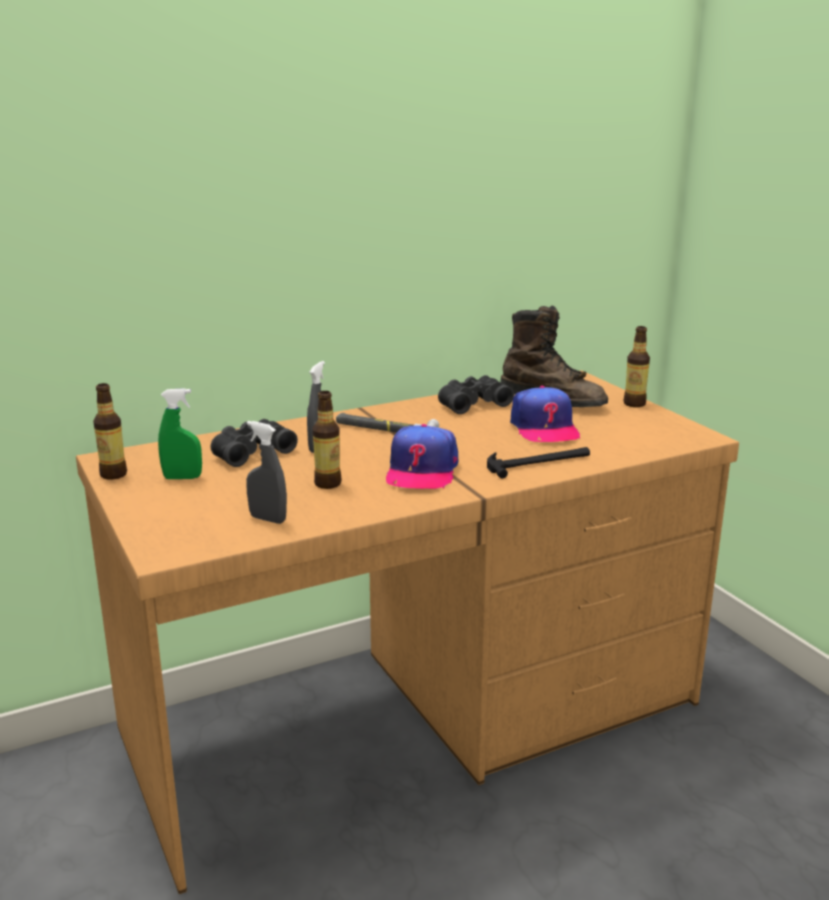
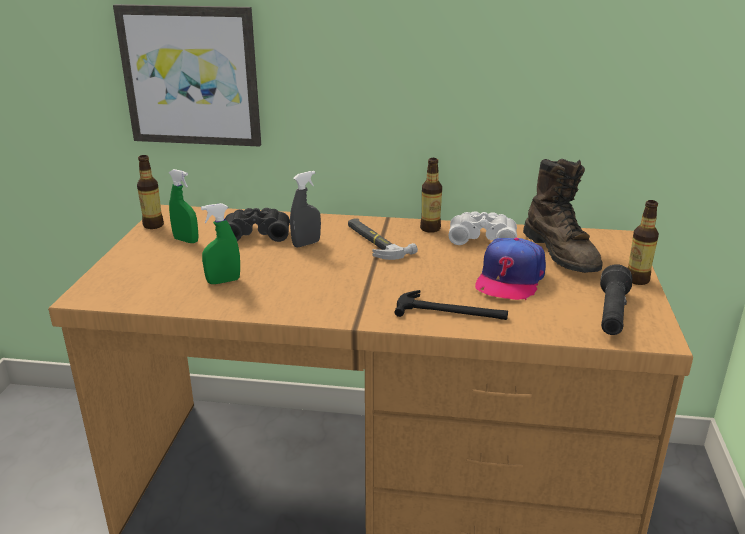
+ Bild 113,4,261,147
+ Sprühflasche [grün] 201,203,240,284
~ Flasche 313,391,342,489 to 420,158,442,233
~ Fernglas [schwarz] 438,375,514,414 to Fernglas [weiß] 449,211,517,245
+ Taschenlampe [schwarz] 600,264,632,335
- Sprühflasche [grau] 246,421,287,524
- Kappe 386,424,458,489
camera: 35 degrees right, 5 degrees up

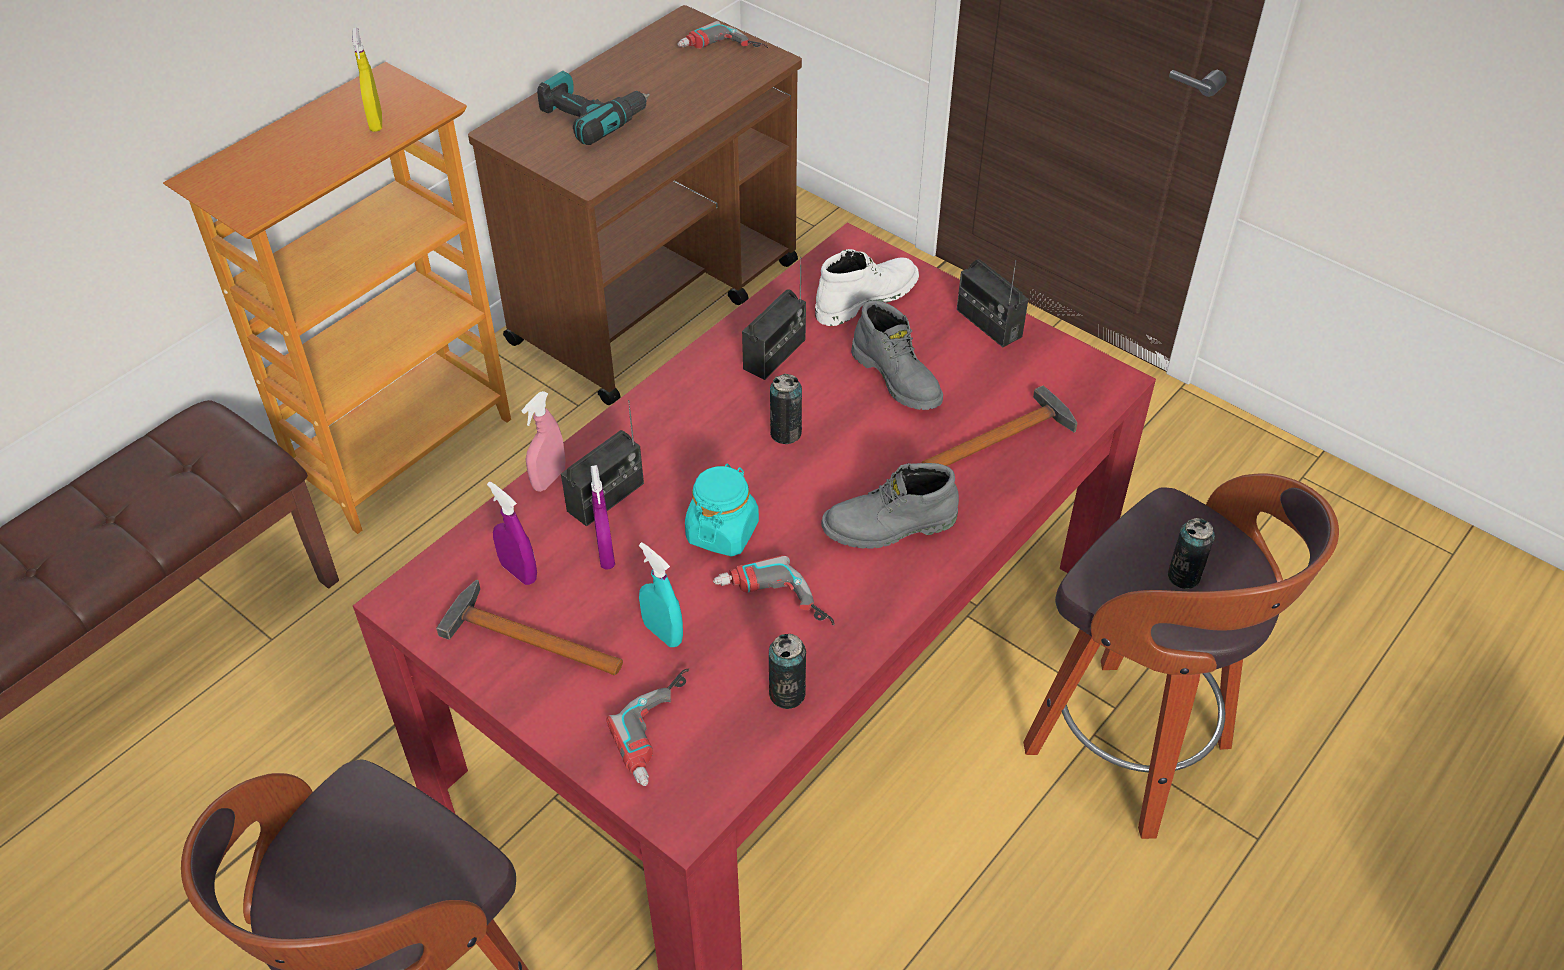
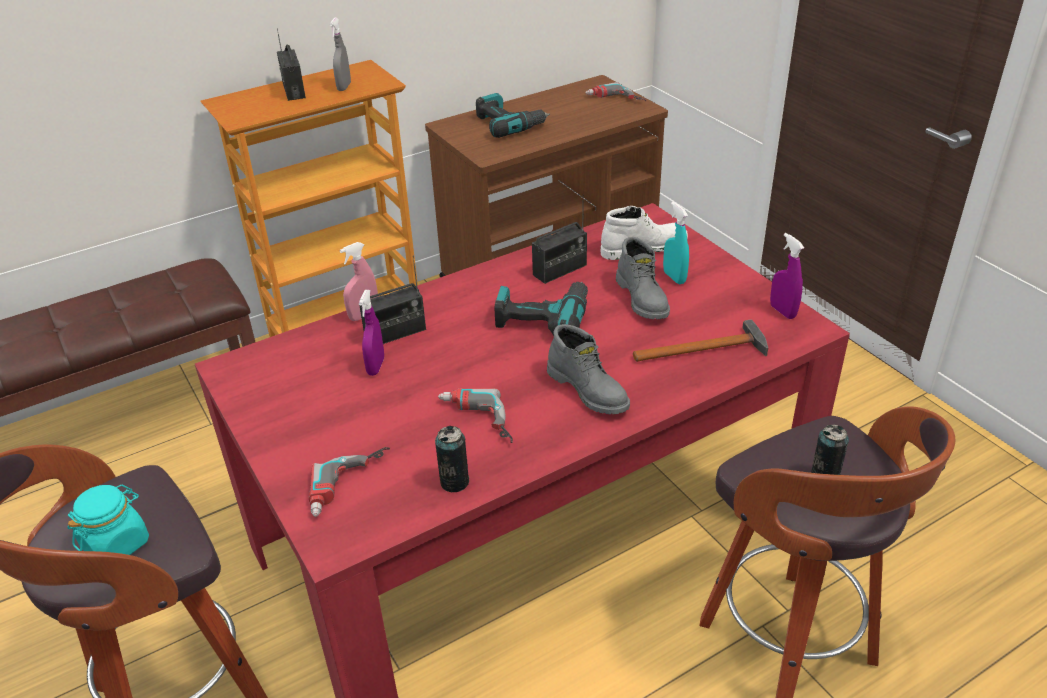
~ Vorratsglas [türkis] 685,463,759,556 to 67,485,149,555
~ Radio 957,259,1028,347 to 277,29,306,101
~ Sprühflasche [gelb] 352,28,382,132 to Sprühflasche [grau] 330,18,351,91
~ Dose 770,373,802,444 to Bohrmaschine 495,282,588,336
~ Stiefel [grau] 821,463,959,549 = 547,324,630,414 135 degrees counterclockwise
~ Sprühflasche [türkis] 639,542,683,647 to 663,202,689,284
~ Sprühflasche [lila] 487,481,537,585 to 770,233,804,319
- Hammer 436,579,623,675
camera: 20 degrees right, 10 degrees down

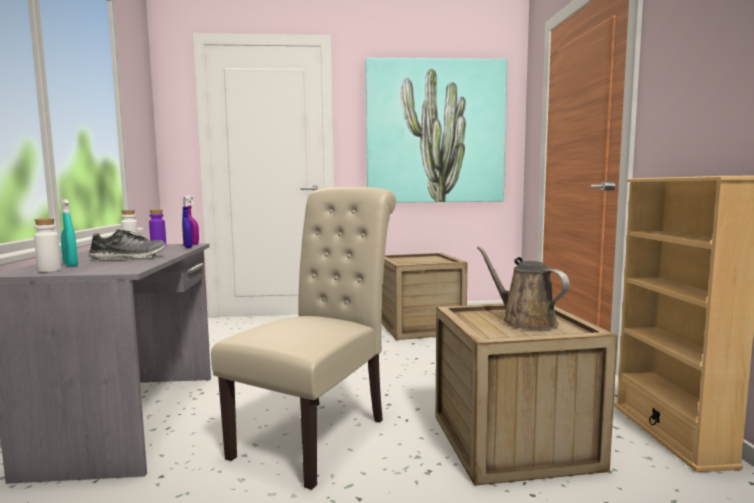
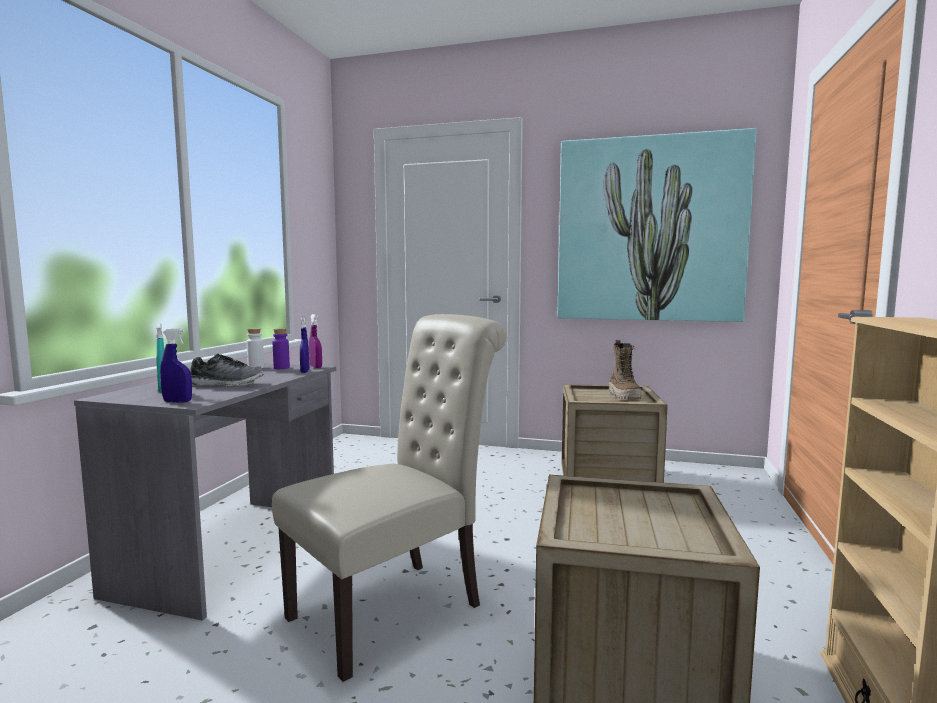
+ Sprühflasche [blau] 160,329,192,403
+ Stiefel 609,340,641,399
- Flasche [weiß] 34,218,61,272
- Gießkanne [braun] 477,246,570,330
camera: 20 degrees right, 0 degrees up

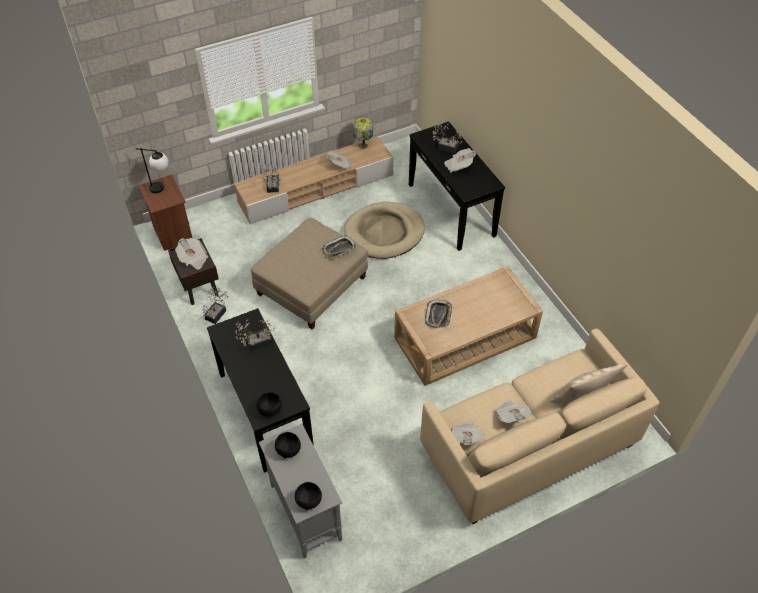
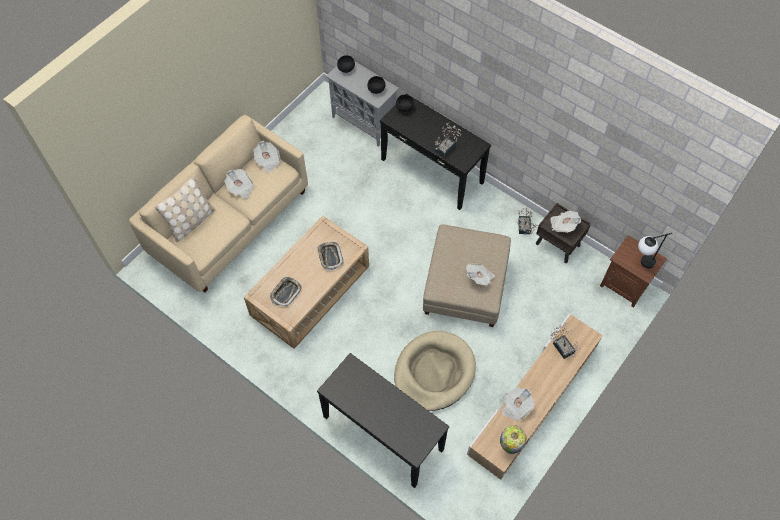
~ Tablett 322,235,357,259 to 270,277,301,307
~ Zeitung 444,148,476,172 to 466,264,495,286
- Topfpflanze 433,120,463,154
camera: 155 degrees right, 10 degrees up

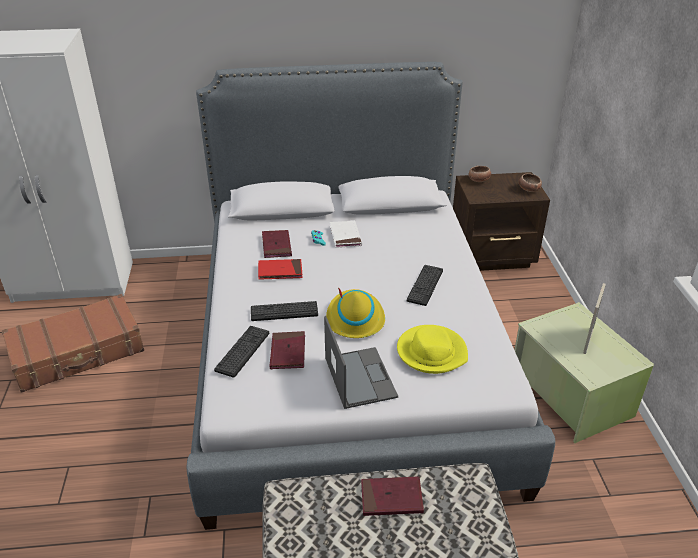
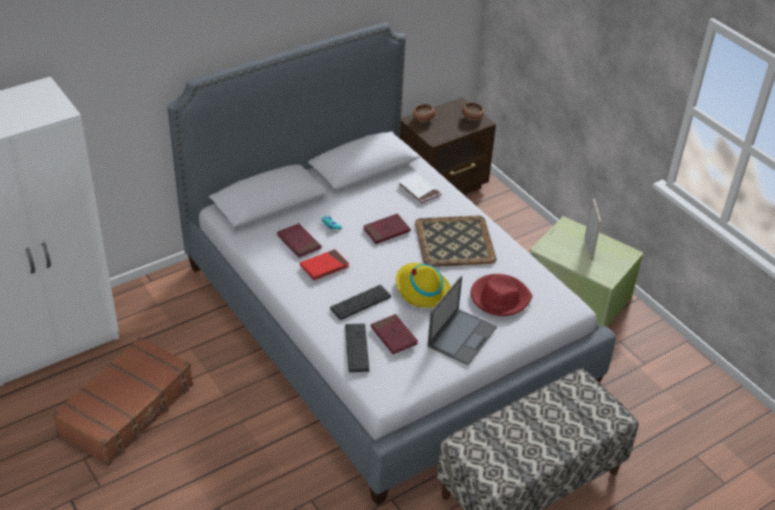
~ Buch [rot] 361,476,424,516 to 363,213,411,244
~ Buch [weiß] 330,221,362,248 to 398,173,441,204
~ Tastatur 407,265,443,306 to Tablett 415,216,497,267
~ Laptop 324,316,398,409 = 427,276,497,365 75 degrees clockwise
~ Hut [gelb] 397,325,468,374 to Hut [rot] 471,274,532,316
camera: 30 degrees left, 5 degrees up

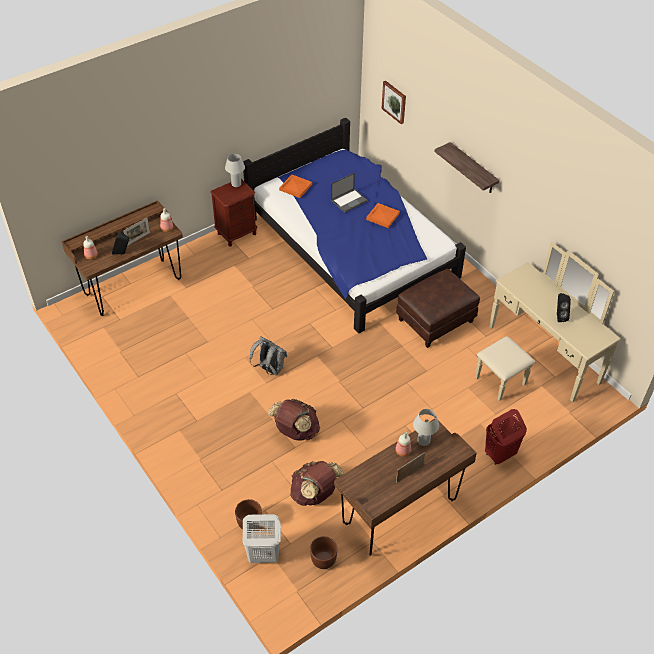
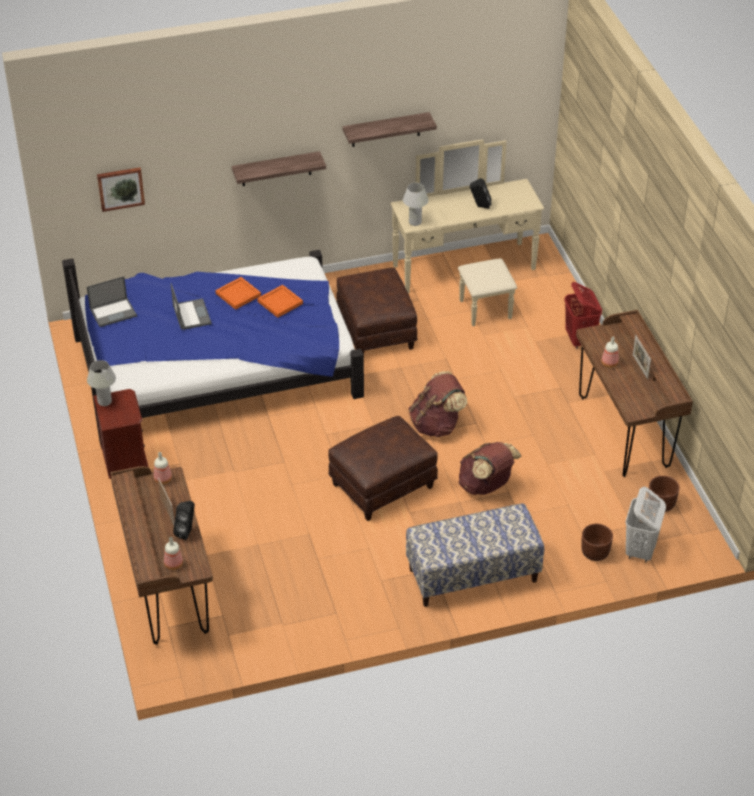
+ Laptop 87,276,137,327
~ Tablett [orange] 279,174,312,198 to 257,285,303,318
~ Rucksack [grau] 250,337,287,375 to Polsterhocker [braun] 328,416,438,521
+ Wandregal 342,112,437,147
~ Tischlampe [weiß] 413,409,439,446 to 403,183,429,226
+ Bank 406,503,544,607
~ Rucksack [braun] 290,461,344,506 to 408,371,467,437
camera: 70 degrees left, 5 degrees down

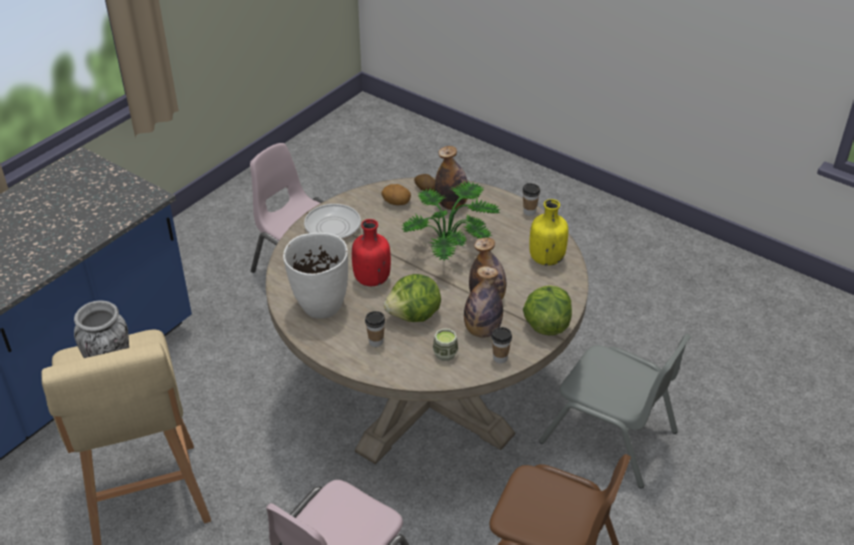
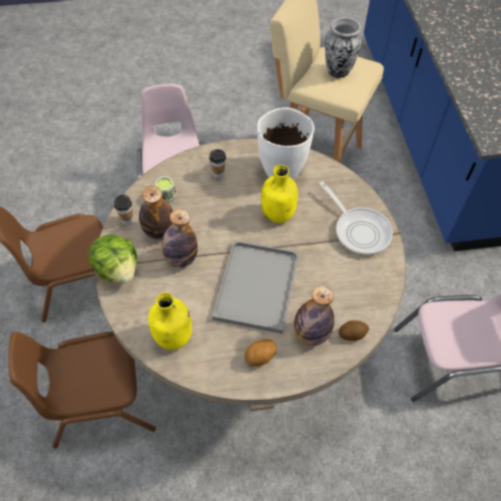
~ Stuhl [grau] 539,334,691,488 to Stuhl [braun] 8,332,156,449
~ Topfpflanze 401,181,500,261 to Tablett [grau] 212,240,299,334
~ Kartoffel 381,184,411,205 to 244,339,277,366
~ Flasche [rot] 352,219,391,286 to Flasche [gelb] 261,165,298,223
- Salatkopf 384,274,441,322
- Tasse 522,183,540,216
camera: 135 degrees right, 15 degrees up

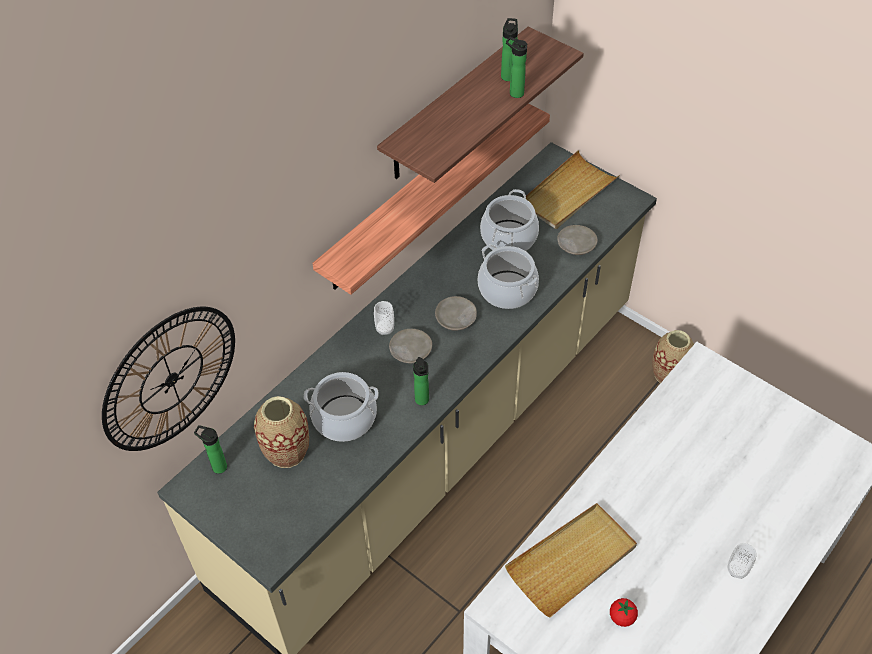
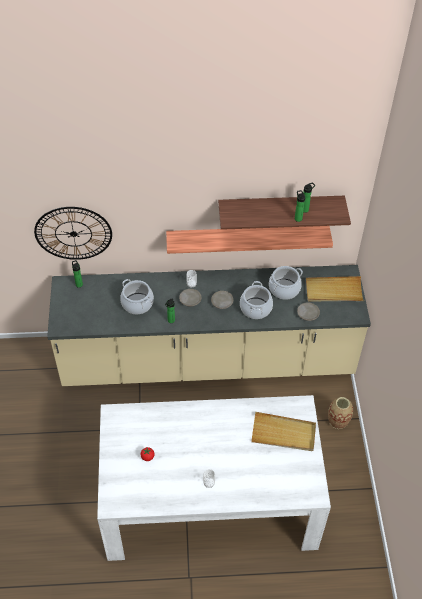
~ Tablett [beige] 505,503,637,617 to 251,412,316,451
- Vase 254,396,309,468
camera: 45 degrees right, 0 degrees up

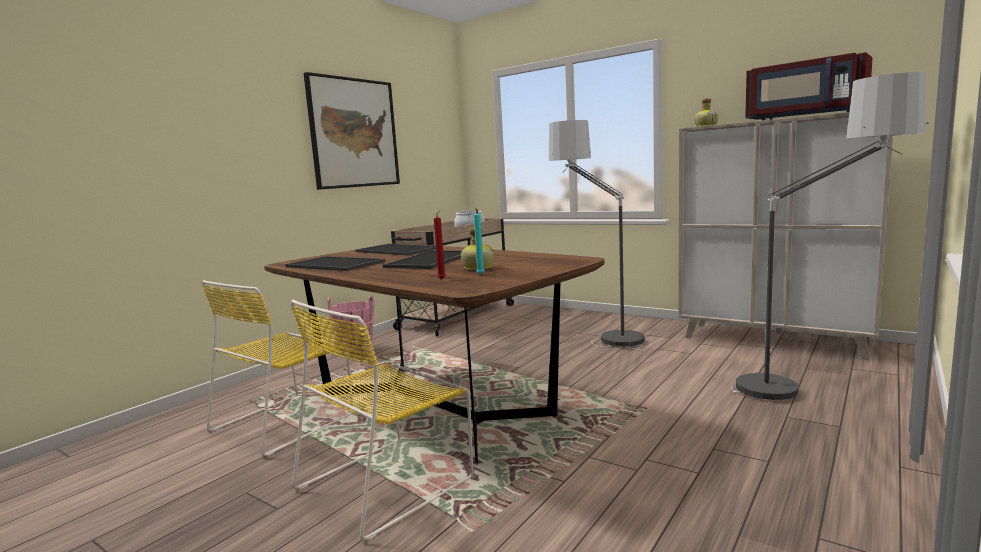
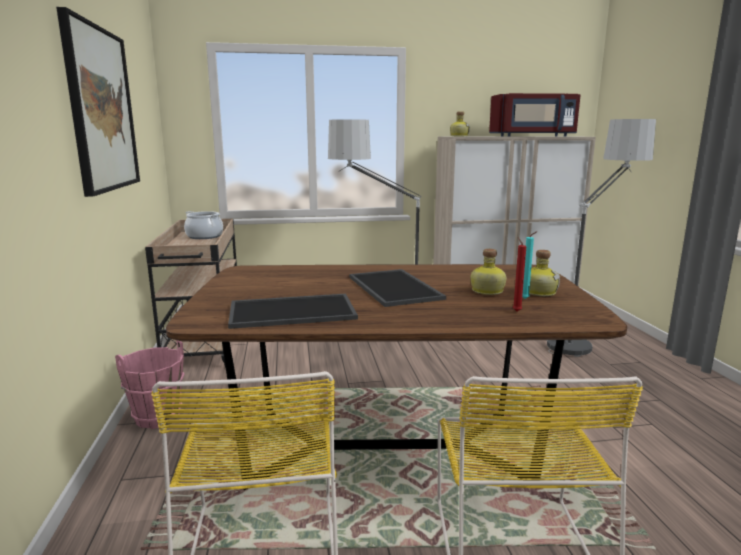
+ Flasche 529,250,560,296
- Tablett 356,243,436,256
camera: 45 degrees left, 5 degrees up

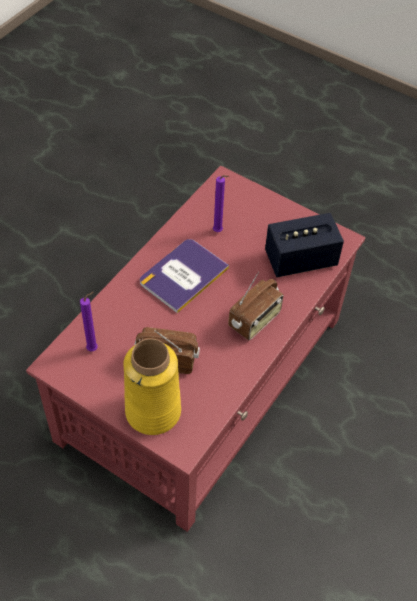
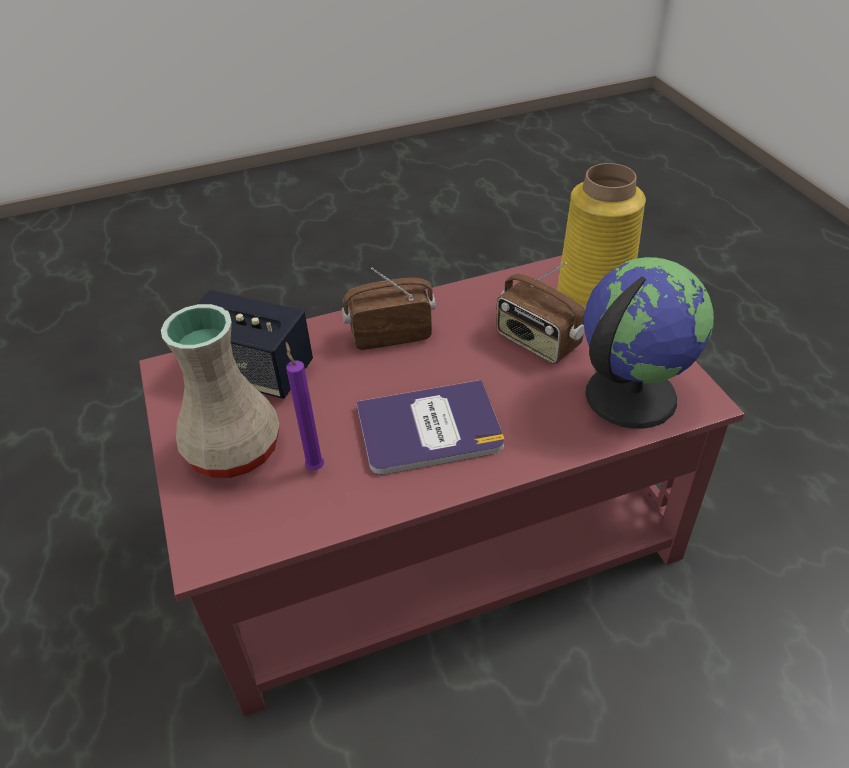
+ Vase [beige] 161,304,280,478
~ Kerze [lila] 80,292,98,352 to Globus 584,257,714,429
camera: 140 degrees left, 10 degrees down

